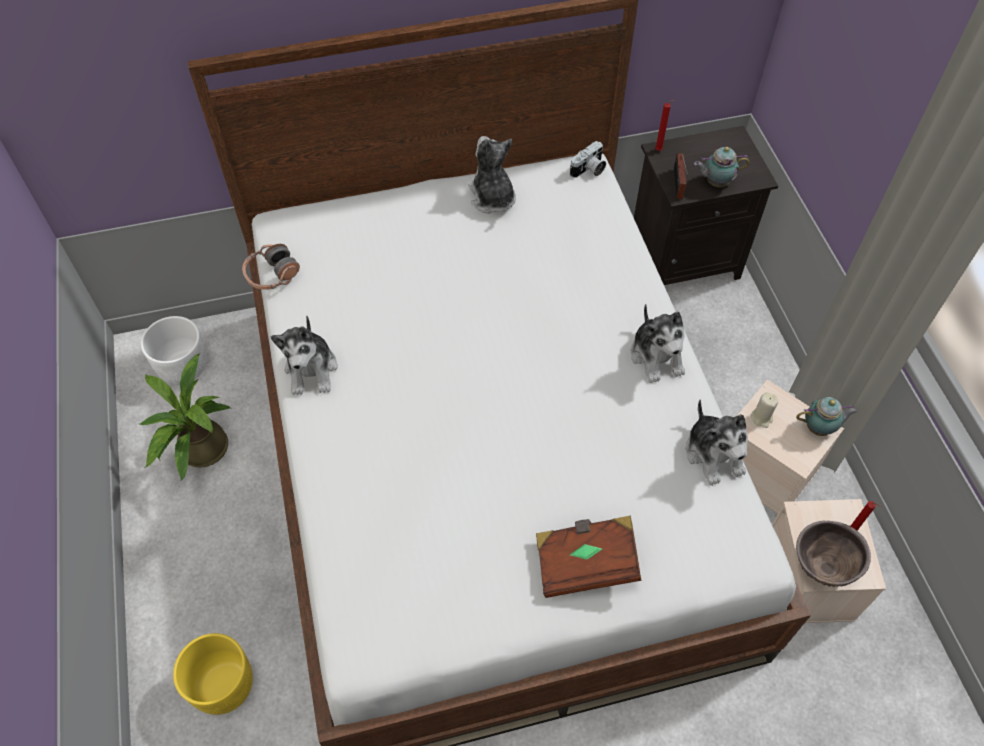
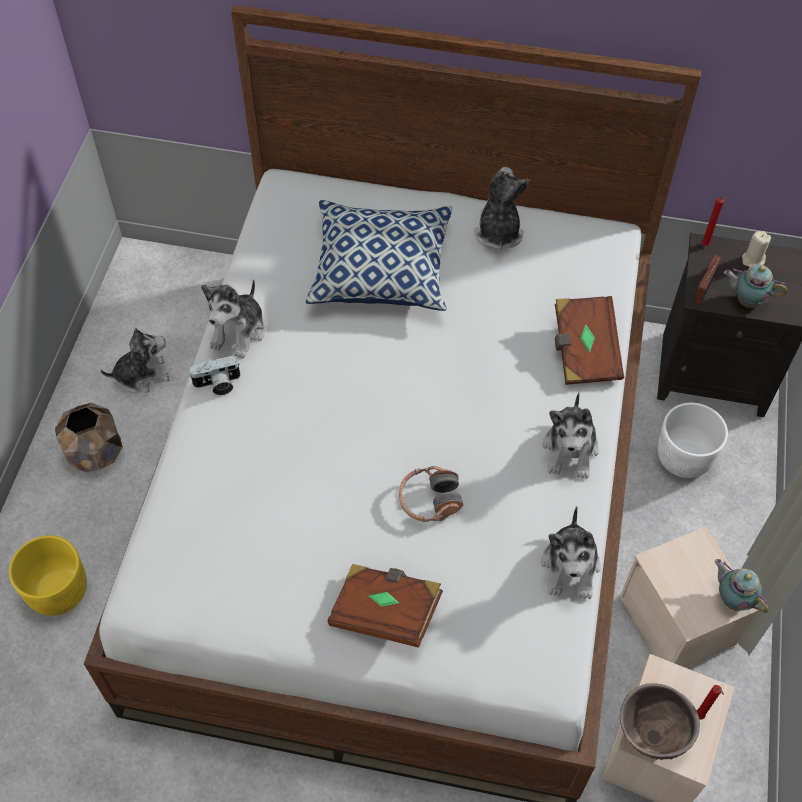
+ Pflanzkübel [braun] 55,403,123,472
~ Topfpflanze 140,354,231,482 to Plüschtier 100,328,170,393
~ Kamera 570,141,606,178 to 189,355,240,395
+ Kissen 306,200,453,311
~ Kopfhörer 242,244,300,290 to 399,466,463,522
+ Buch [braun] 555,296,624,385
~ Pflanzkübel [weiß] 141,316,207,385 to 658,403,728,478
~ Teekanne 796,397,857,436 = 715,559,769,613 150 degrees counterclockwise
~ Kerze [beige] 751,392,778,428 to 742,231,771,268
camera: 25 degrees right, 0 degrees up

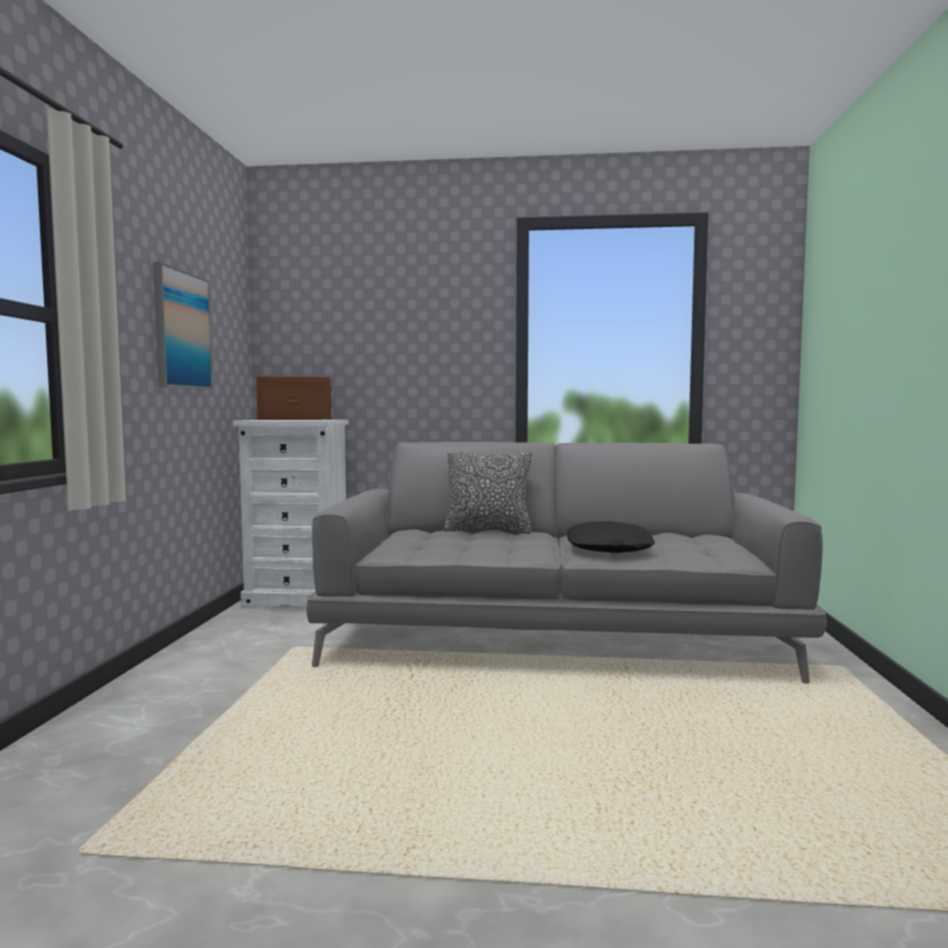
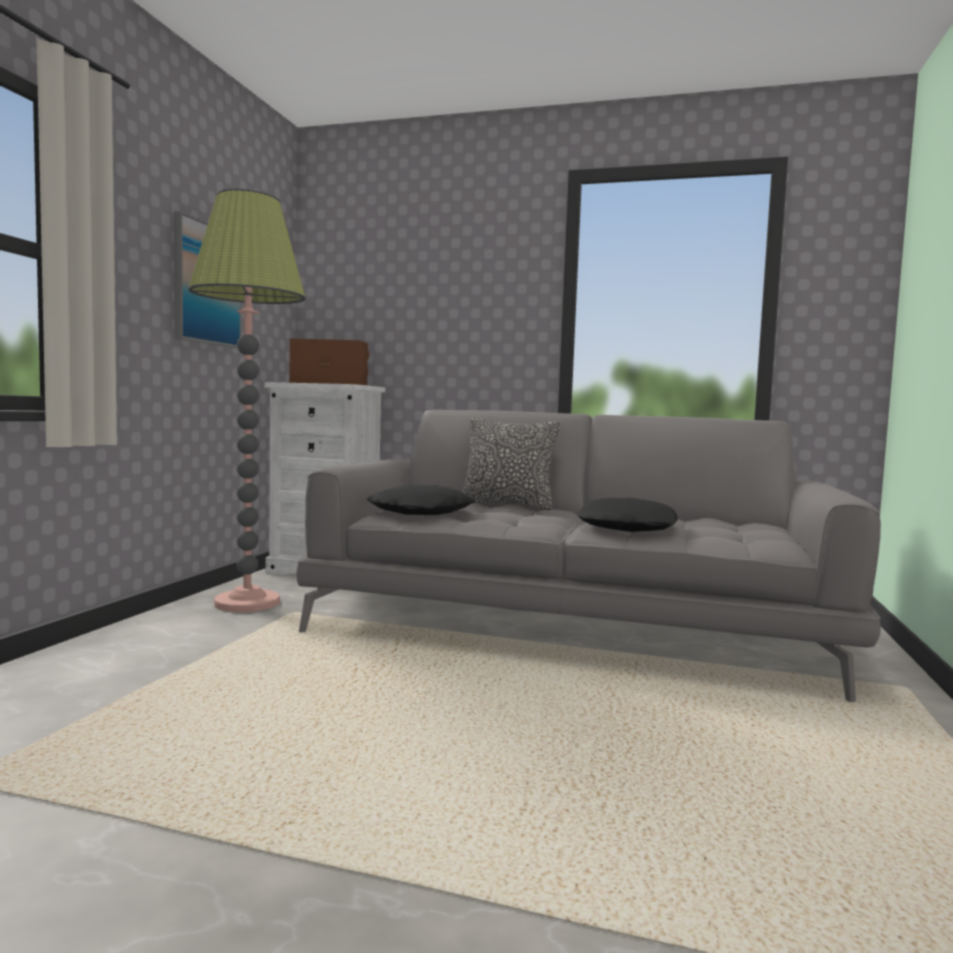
+ Stehlampe 188,189,306,612
+ Kissen [schwarz] 367,485,475,515
camera: 10 degrees right, 0 degrees up

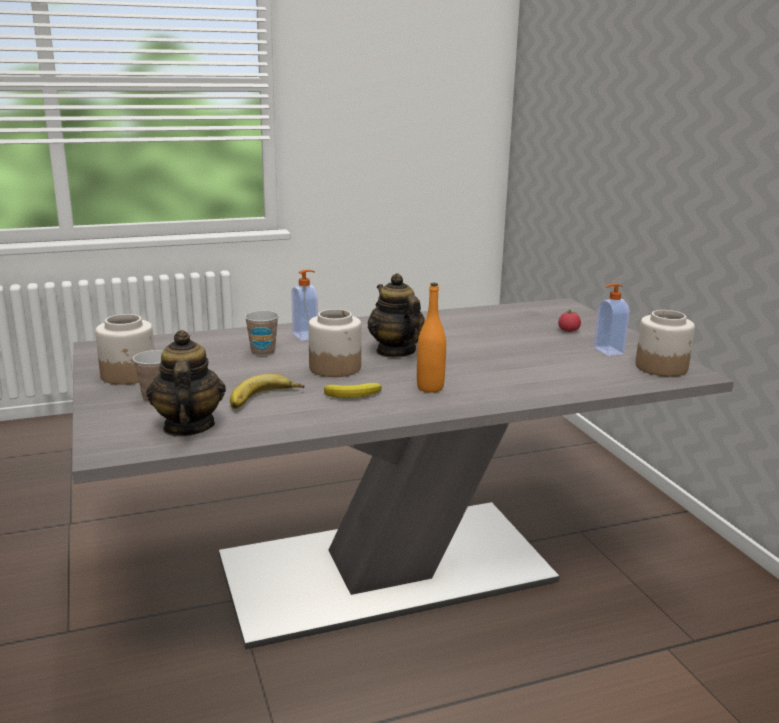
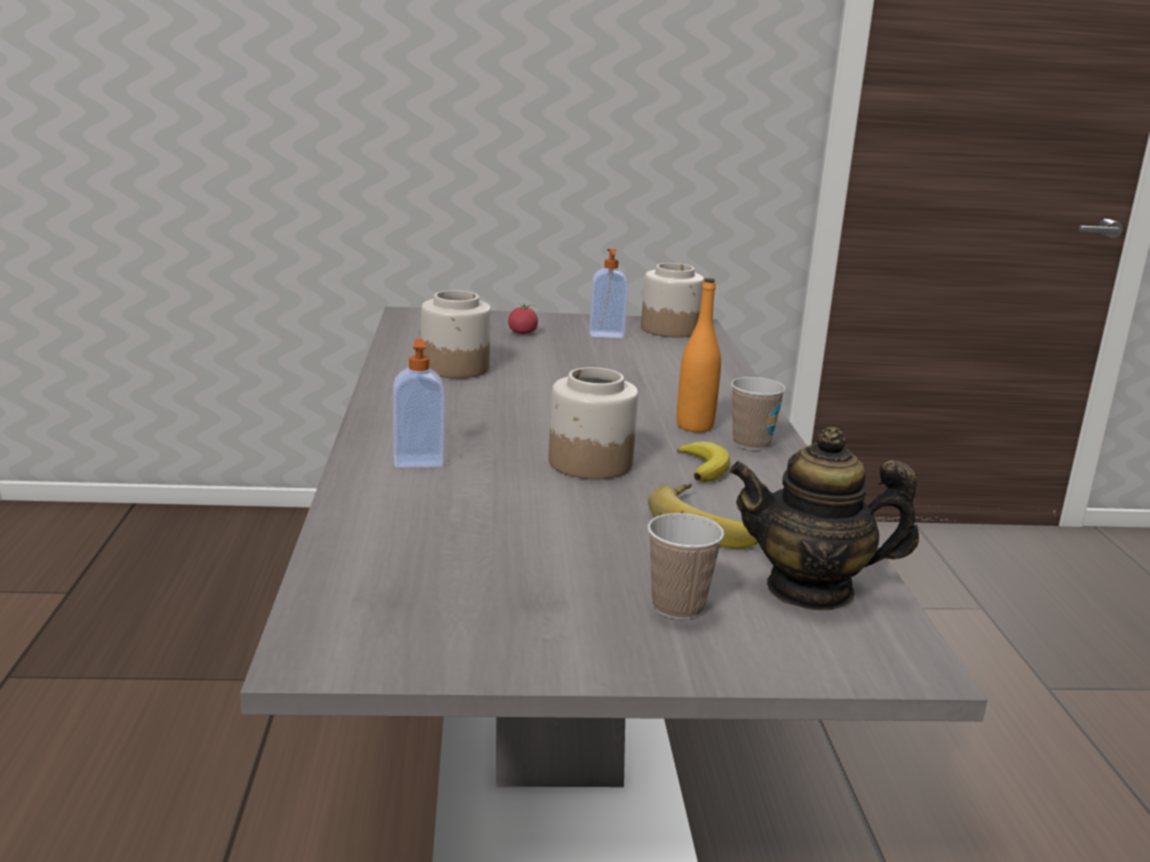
~ Vorratsglas 95,314,155,385 to 421,290,491,378
~ Tasse 245,311,279,356 to 731,377,786,450
- Teekanne 368,273,425,358
camera: 75 degrees left, 0 degrees up

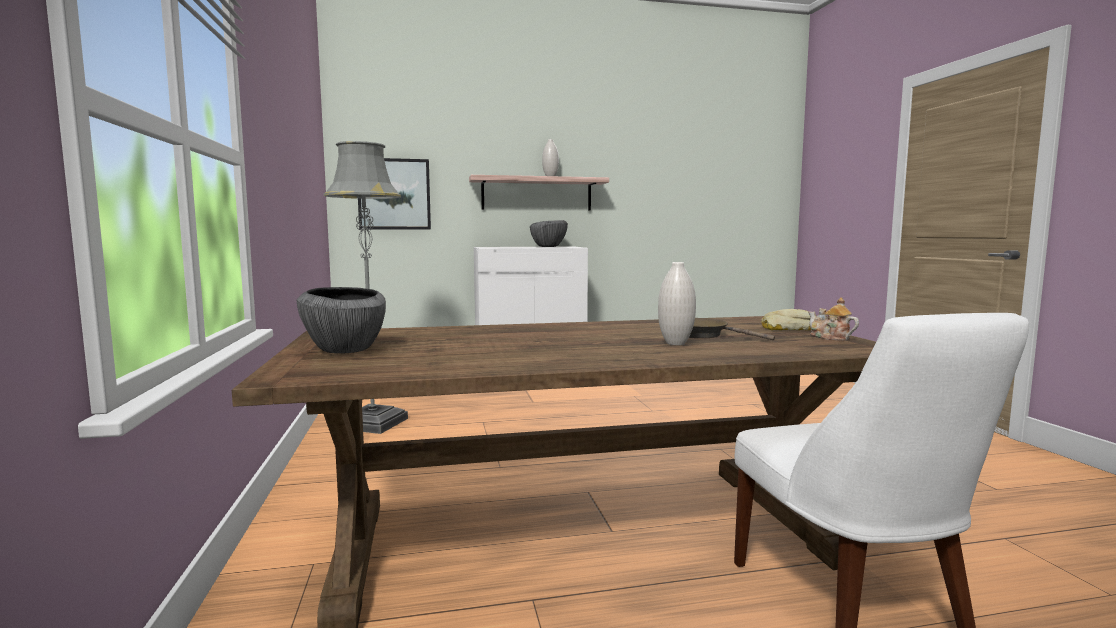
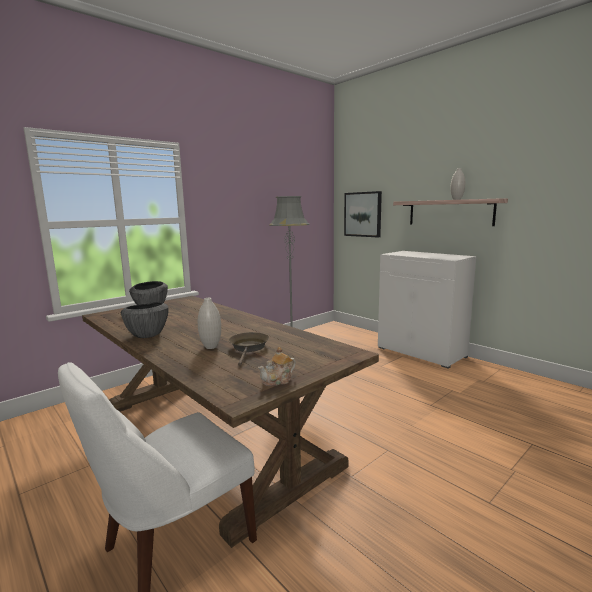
~ Schüssel 530,220,568,247 to 121,302,168,338
~ Teekanne 808,297,859,340 = 258,347,296,386 150 degrees counterclockwise
- Brot 761,309,811,330
camera: 60 degrees right, 5 degrees up

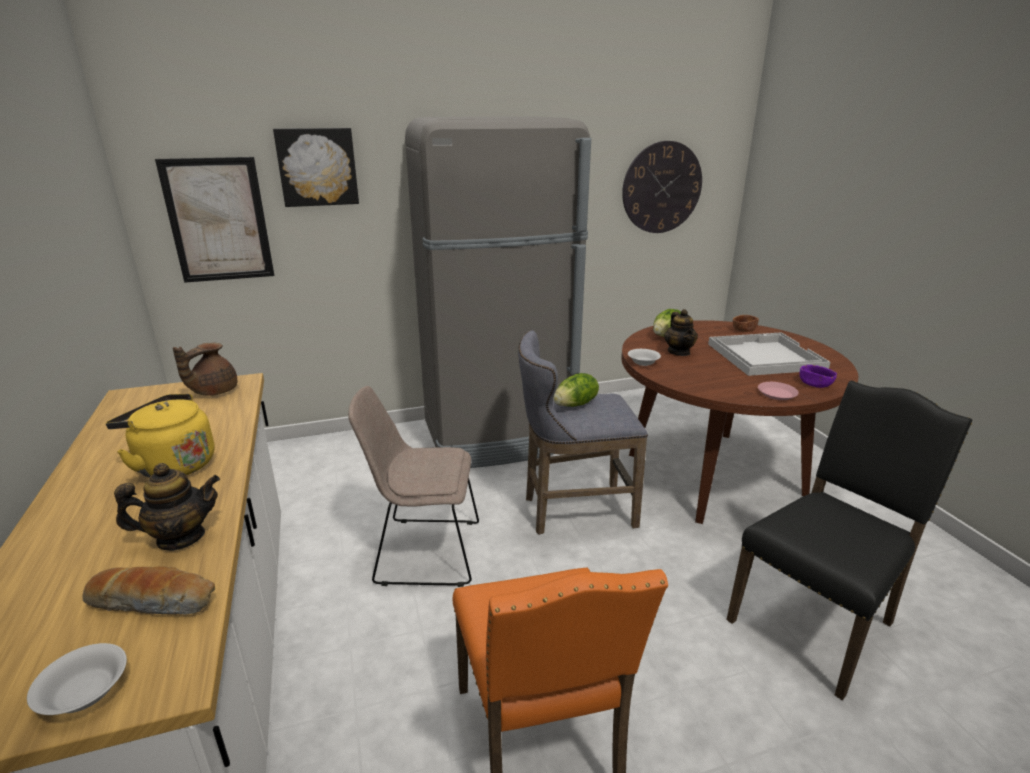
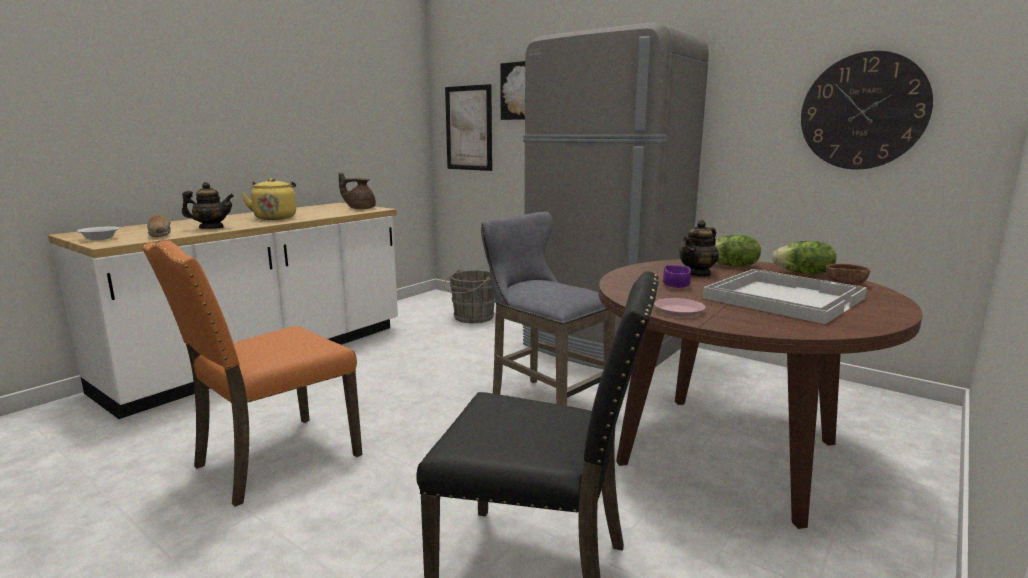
~ Teekanne 114,463,220,551 = 182,182,234,229 45 degrees counterclockwise
+ Eimer [grau] 444,269,495,323
~ Schüssel [lila] 800,365,837,388 to 663,265,691,288
~ Salatkopf 553,373,599,407 to 772,241,836,274
- Stuhl [beige] 348,386,479,587
- Schüssel [weiß] 628,349,661,366
camera: 55 degrees right, 10 degrees down

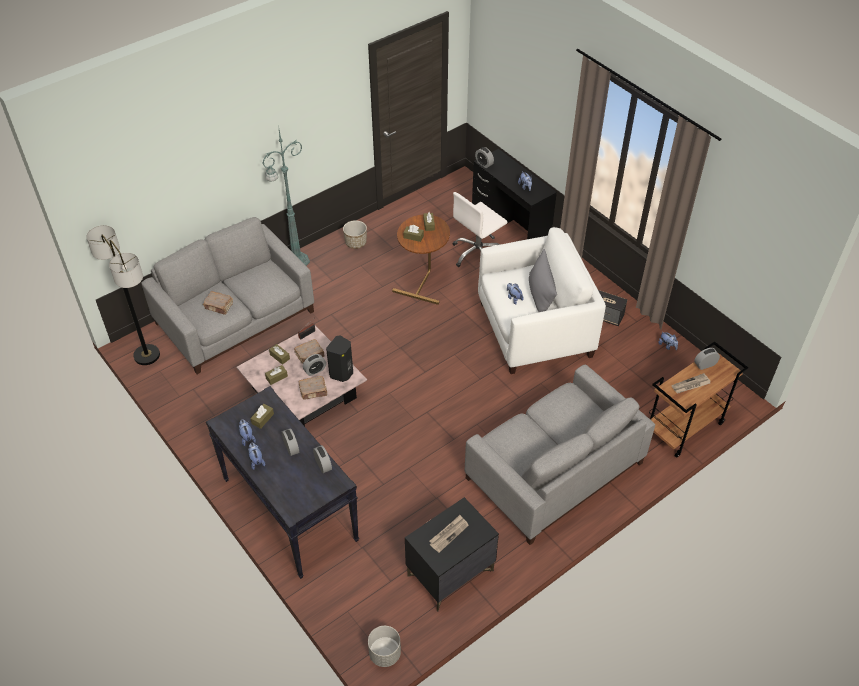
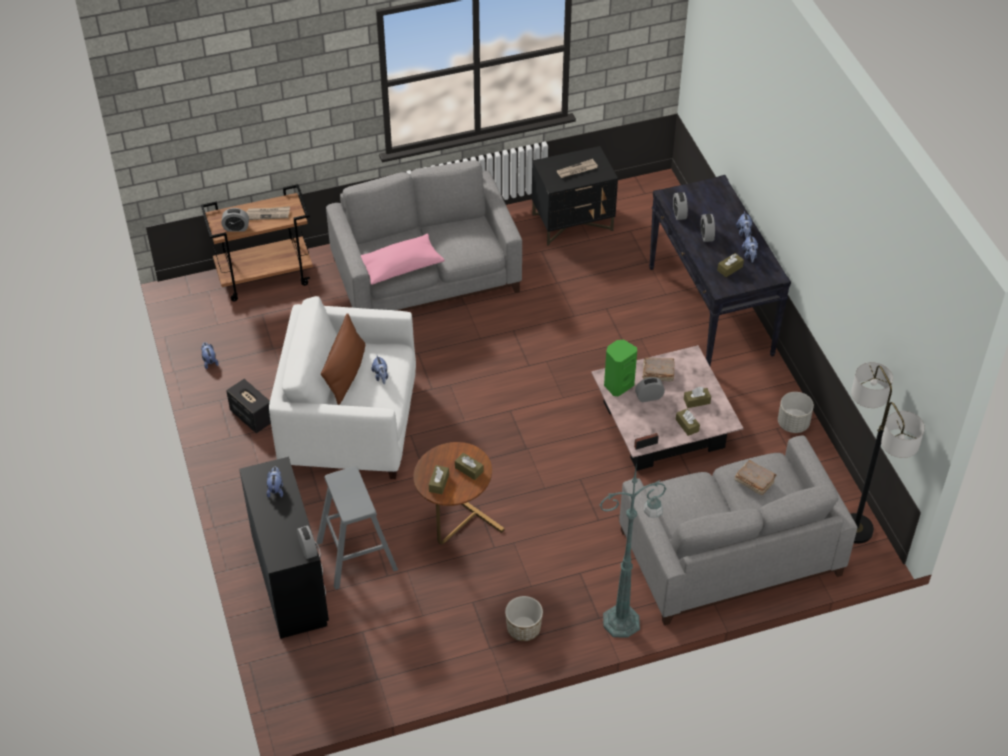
~ Bürostuhl [weiß] 453,192,508,267 to Hocker [grau] 317,466,398,590
~ Kissen [grau] 529,249,557,312 to Kissen [braun] 321,313,365,405
+ Kissen [rosa] 361,234,445,285
~ Lautsprecher [schwarz] 326,335,353,382 to Lautsprecher [grün] 604,340,637,397
~ Pflanzkübel [grau] 368,626,401,667 to 778,392,814,433
- Buch [braun] 294,339,325,364
camera: 160 degrees left, 0 degrees up

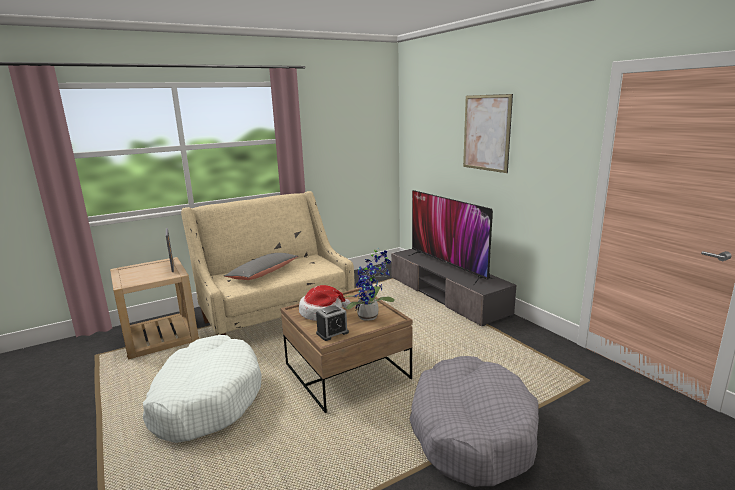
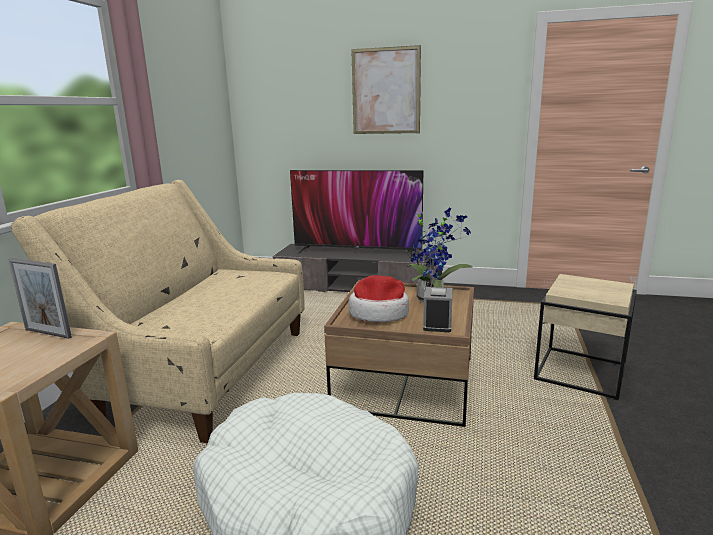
~ Hundebett [grau] 409,356,539,487 to Beistelltisch [beige] 534,274,637,400
- Kissen [grau] 225,253,298,280
camera: 45 degrees left, 0 degrees up

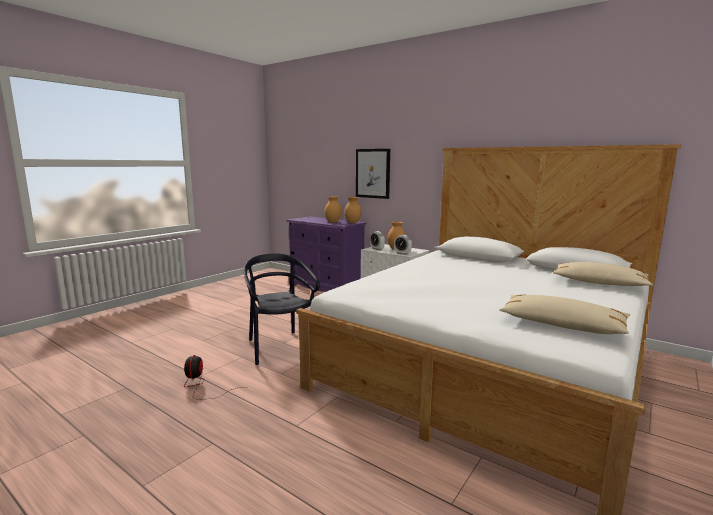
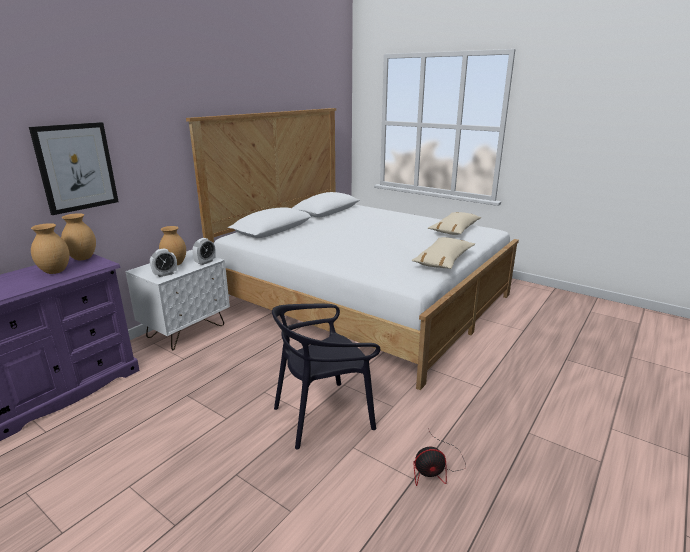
~ Kissen [beige] 553,262,653,286 to 411,237,475,269
camera: 90 degrees left, 10 degrees up

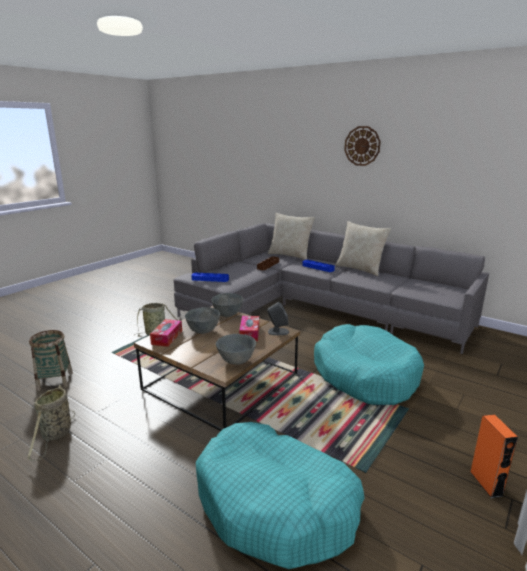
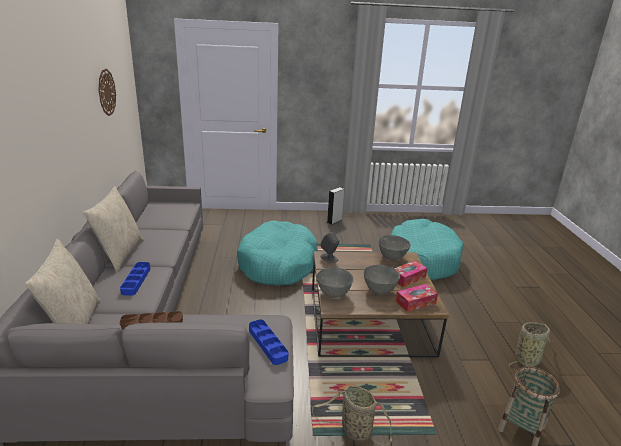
~ Wanduhr 344,126,381,166 to 99,69,116,116
~ Lautsprecher [orange] 470,414,518,498 to Lautsprecher [grau] 327,187,344,225
~ Taschentuchbox 239,316,259,341 to 394,261,427,287
camera: 130 degrees left, 5 degrees up

